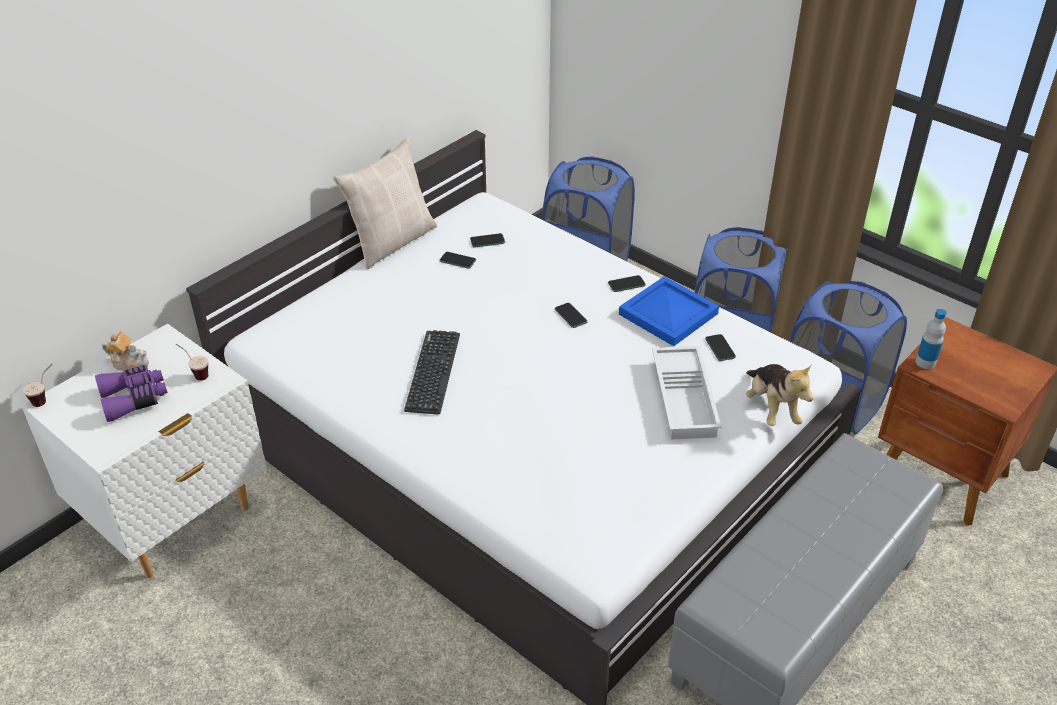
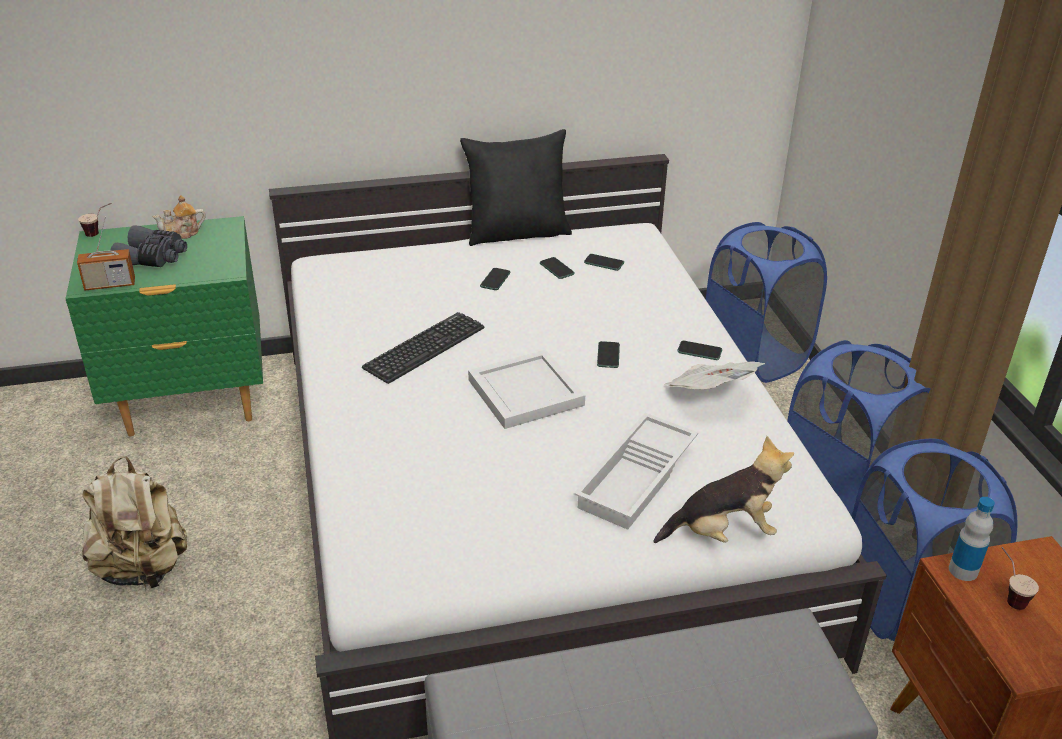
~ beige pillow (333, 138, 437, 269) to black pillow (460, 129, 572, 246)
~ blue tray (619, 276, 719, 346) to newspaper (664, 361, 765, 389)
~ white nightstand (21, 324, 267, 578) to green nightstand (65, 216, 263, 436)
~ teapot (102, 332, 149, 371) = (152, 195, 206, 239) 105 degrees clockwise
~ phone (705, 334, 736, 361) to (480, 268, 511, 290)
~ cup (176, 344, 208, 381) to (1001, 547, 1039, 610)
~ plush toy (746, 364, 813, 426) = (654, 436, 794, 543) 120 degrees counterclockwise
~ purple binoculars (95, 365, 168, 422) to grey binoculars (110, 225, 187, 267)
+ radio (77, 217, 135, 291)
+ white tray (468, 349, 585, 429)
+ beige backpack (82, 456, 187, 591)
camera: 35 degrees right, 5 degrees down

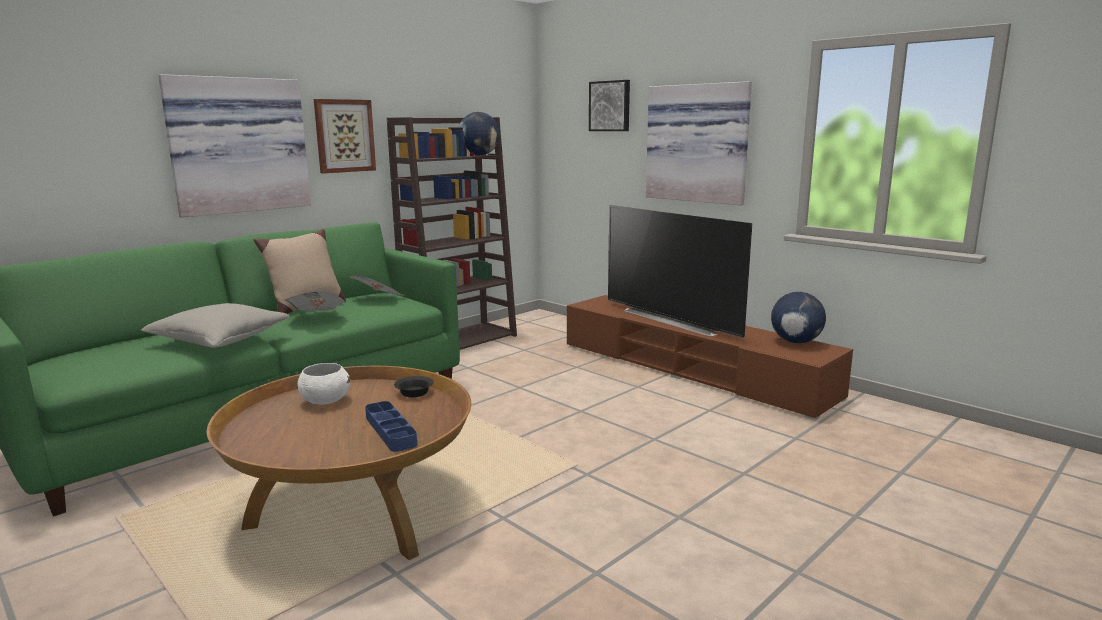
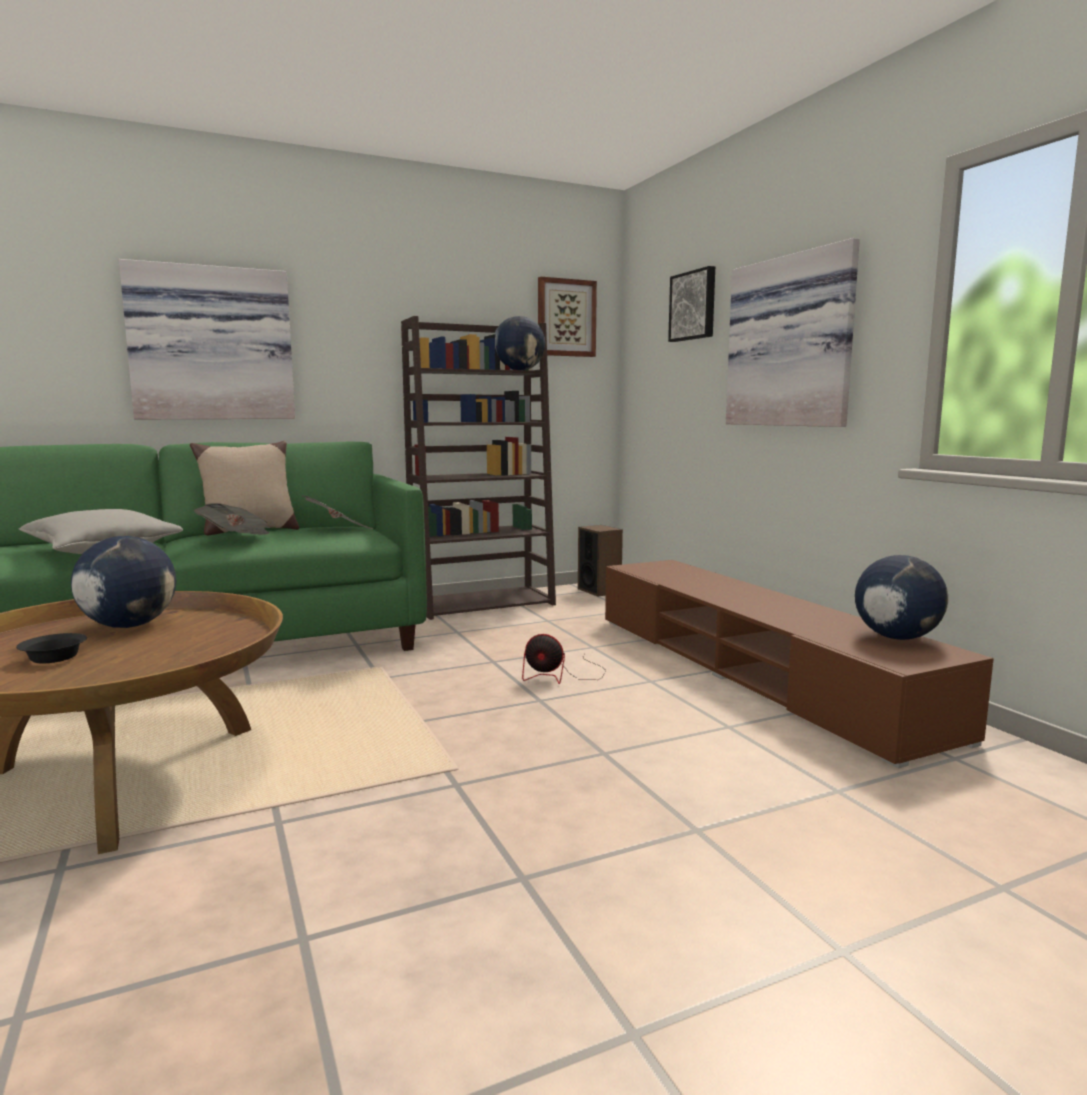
~ picture (314, 99, 376, 174) to (538, 277, 597, 357)
- television (608, 205, 752, 339)
~ white bowl (298, 363, 350, 404) to globe (71, 536, 176, 628)
~ black bowl (394, 376, 434, 397) to (16, 633, 87, 663)
- blue tray (365, 401, 417, 452)
+ speaker (578, 525, 623, 596)
+ fan (522, 634, 606, 684)
camera: 20 degrees right, 5 degrees down

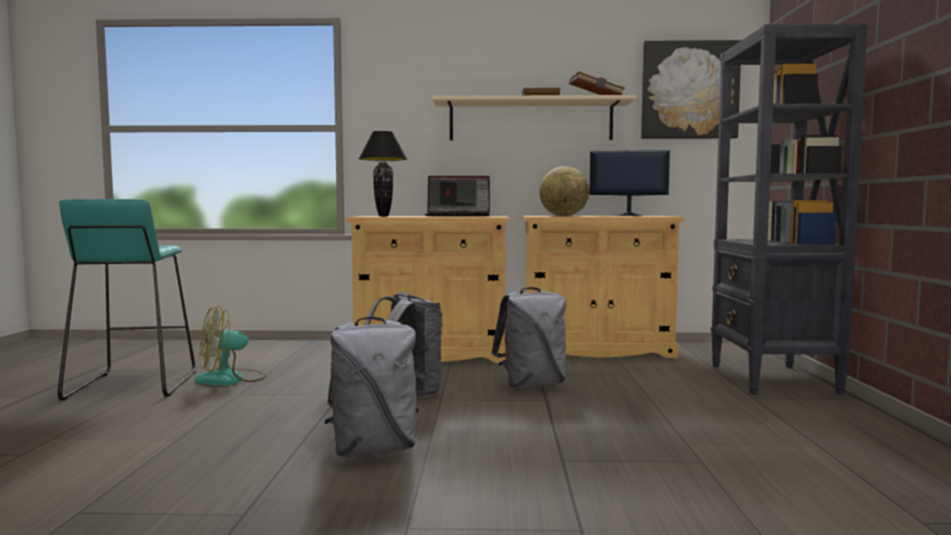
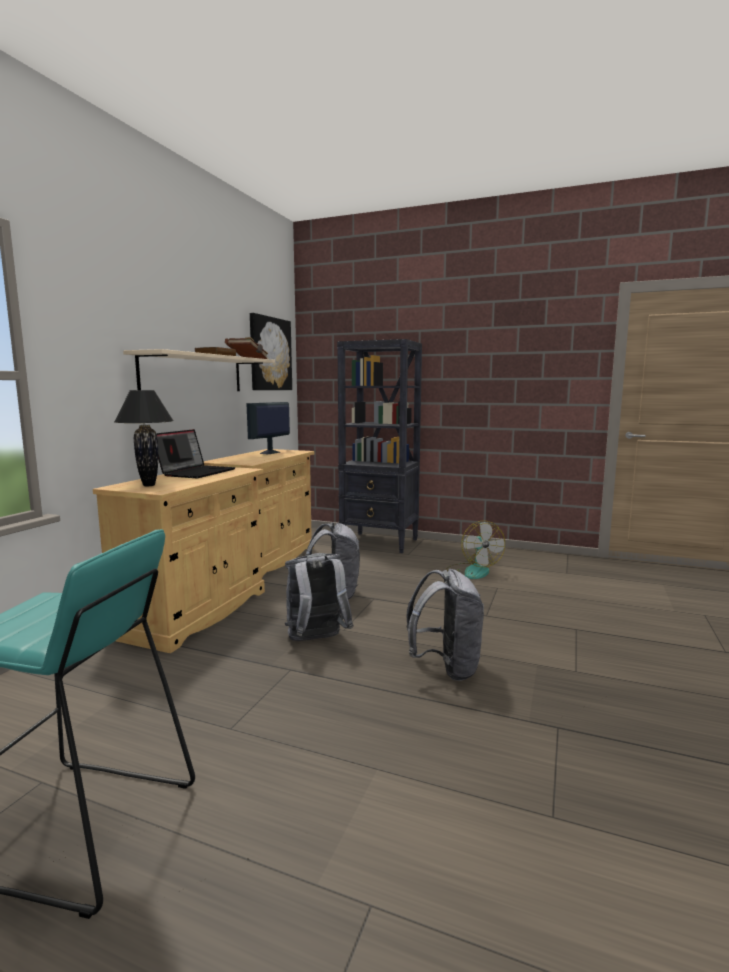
- globe (539, 166, 590, 216)
~ fan (195, 305, 267, 386) to (446, 521, 505, 579)
camera: 70 degrees left, 5 degrees up

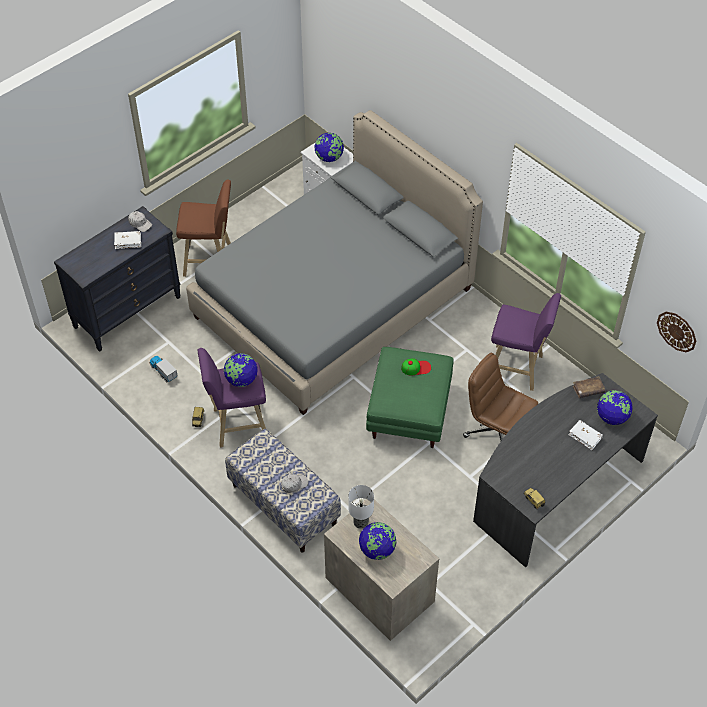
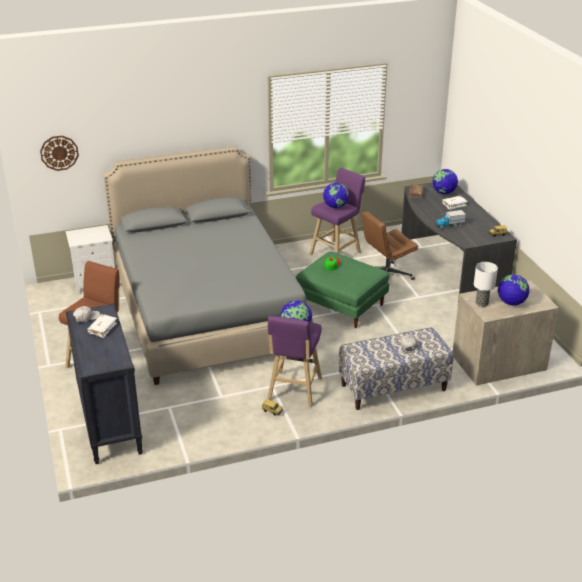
~ globe (315, 133, 344, 162) to (323, 183, 349, 208)
~ wall clock (657, 311, 696, 352) to (40, 136, 79, 171)
~ toy truck (149, 356, 178, 382) to (435, 210, 466, 229)
camera: 65 degrees left, 20 degrees down

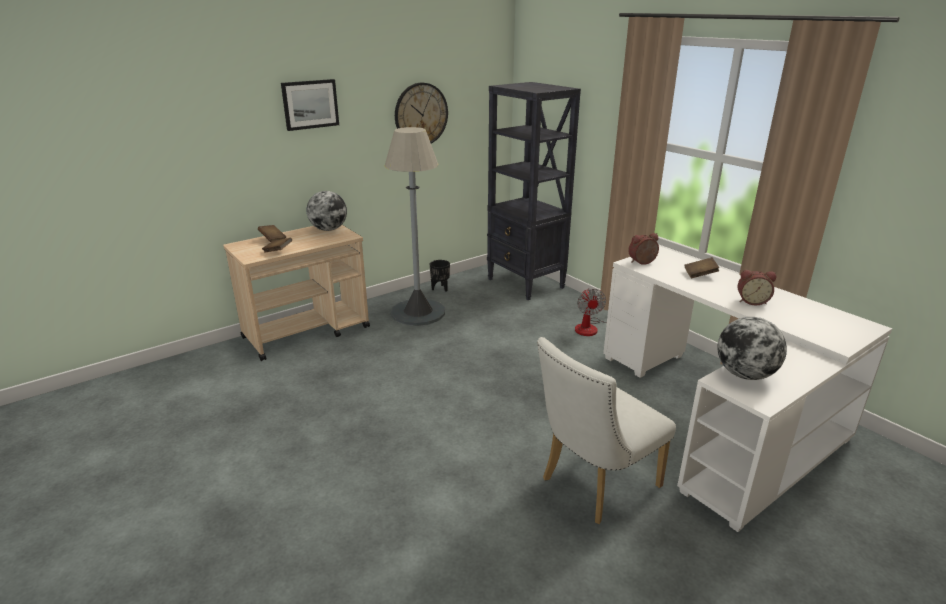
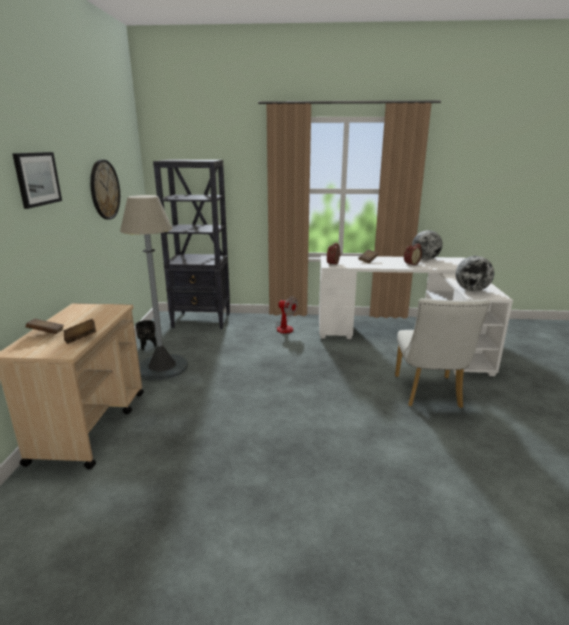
~ globe (307, 191, 347, 231) to (412, 230, 443, 260)
camera: 50 degrees left, 5 degrees down

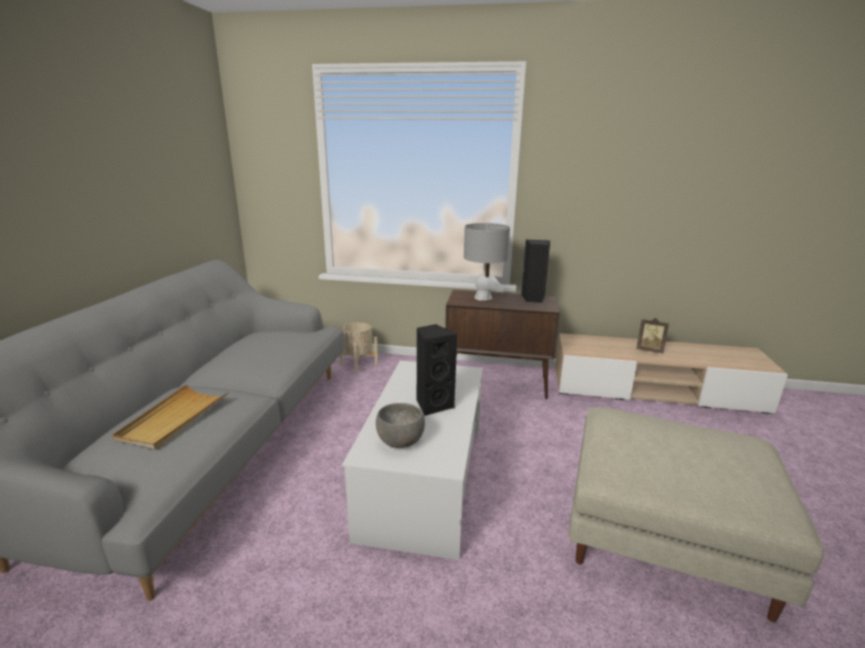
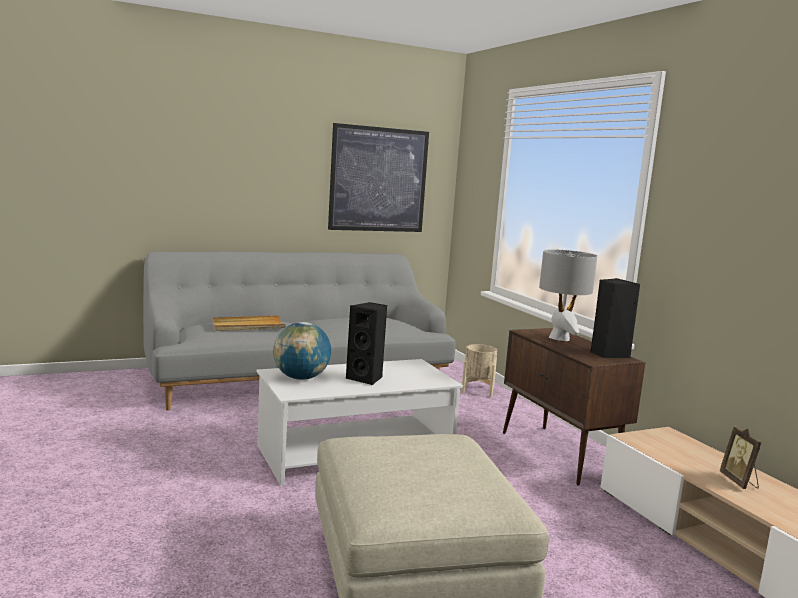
~ grey bowl (376, 403, 425, 448) to globe (273, 322, 331, 380)
+ picture (328, 123, 429, 232)
camera: 55 degrees right, 10 degrees down

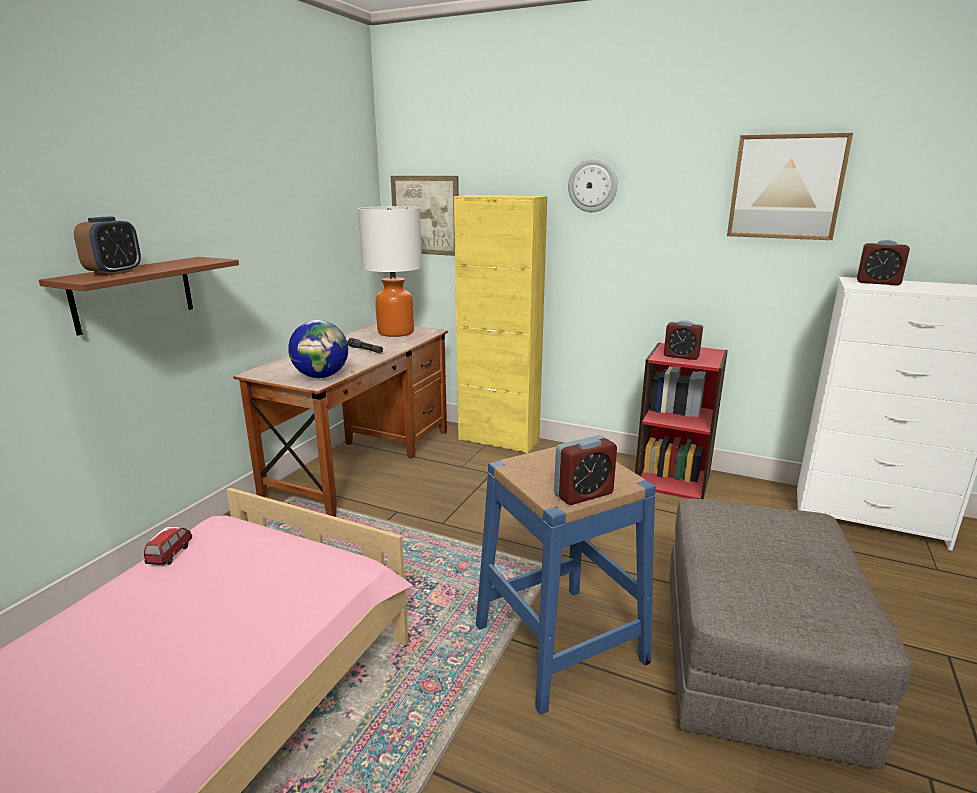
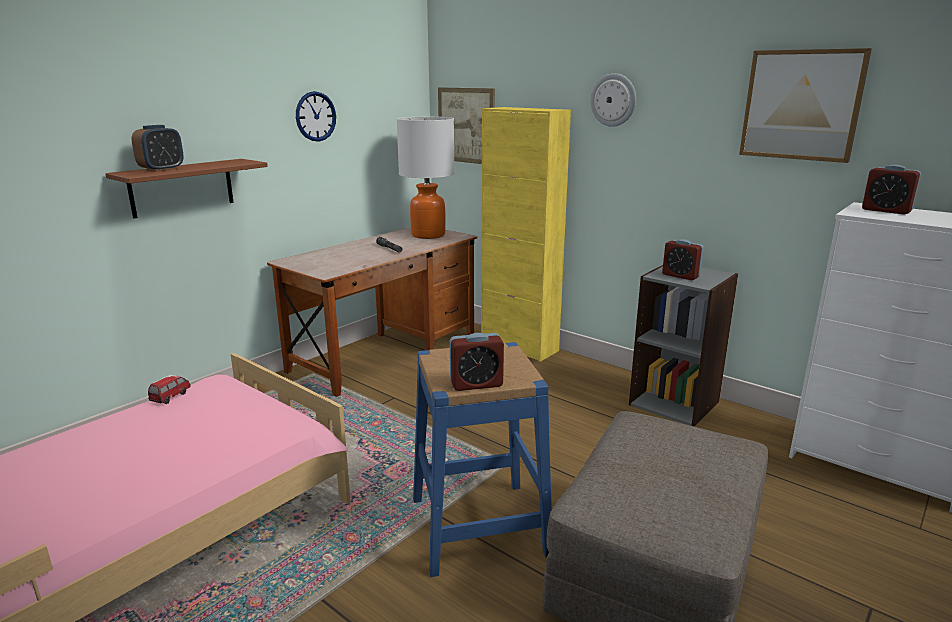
- globe (288, 320, 348, 378)
~ red bookcase (635, 342, 728, 499) to grey bookcase (629, 265, 738, 427)
+ wall clock (296, 91, 336, 142)
camera: 15 degrees right, 0 degrees up

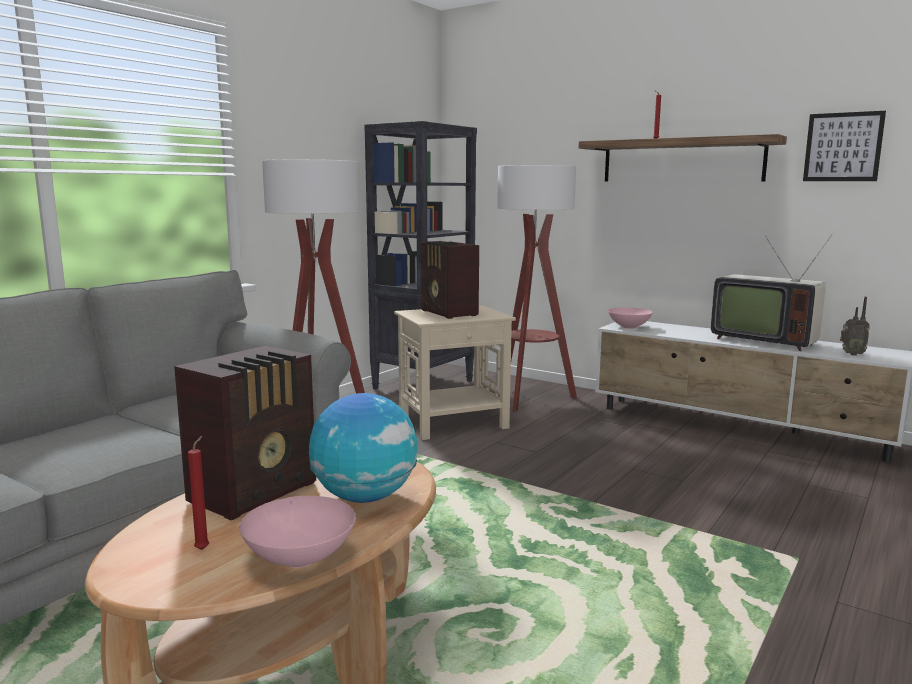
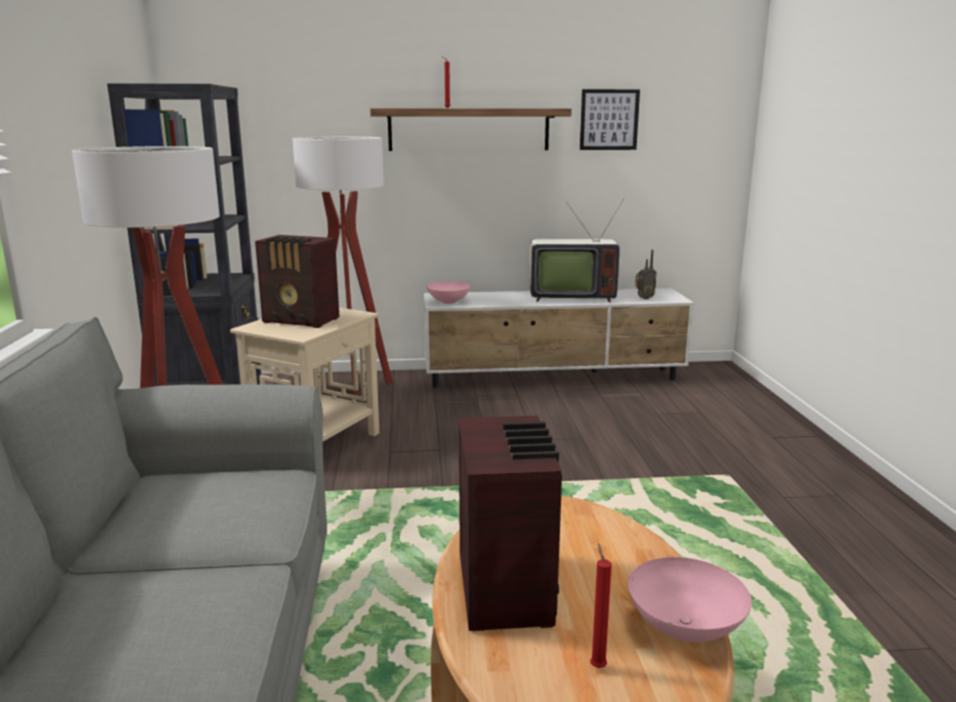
- globe (309, 393, 418, 503)
camera: 40 degrees left, 5 degrees up

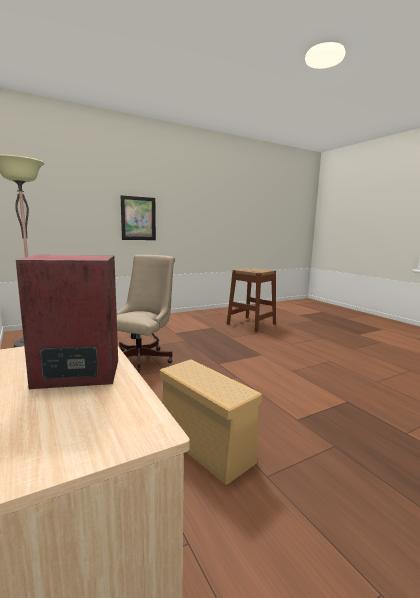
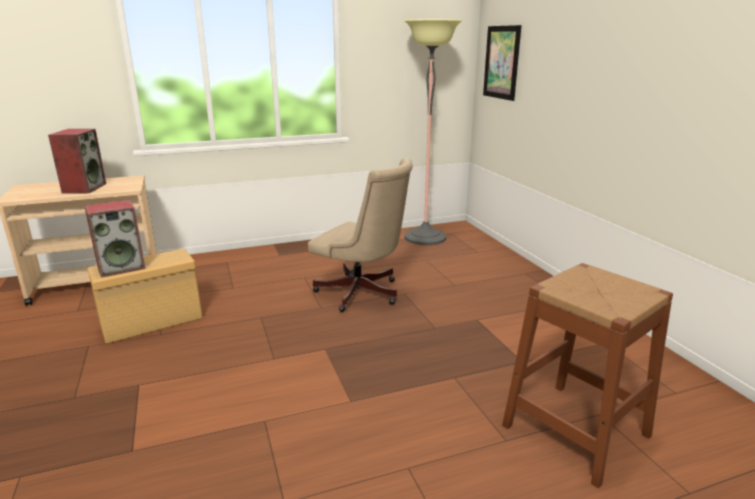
~ picture (121, 195, 156, 240) to (483, 25, 522, 101)
+ speaker (84, 200, 146, 278)
camera: 100 degrees right, 10 degrees up

